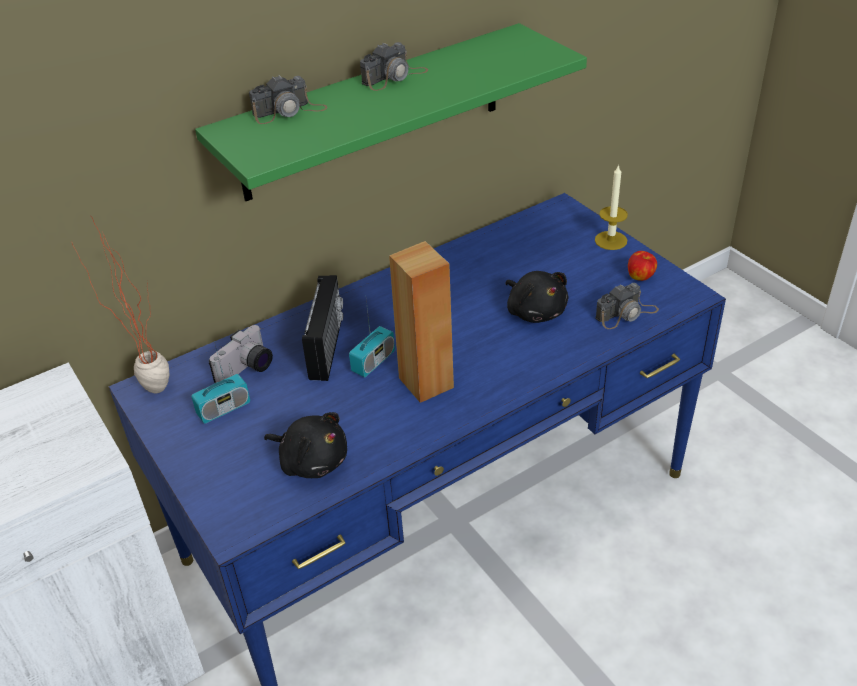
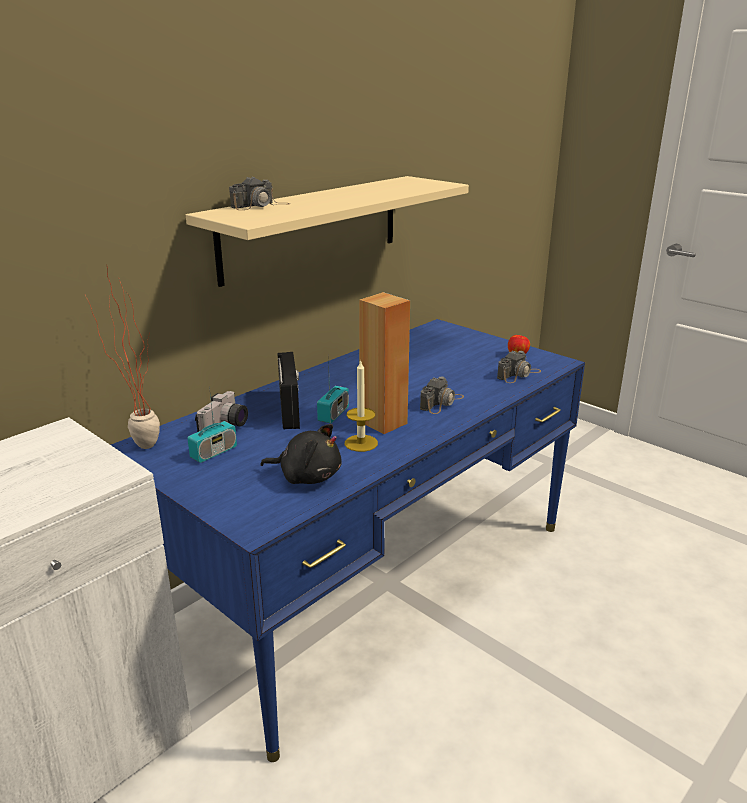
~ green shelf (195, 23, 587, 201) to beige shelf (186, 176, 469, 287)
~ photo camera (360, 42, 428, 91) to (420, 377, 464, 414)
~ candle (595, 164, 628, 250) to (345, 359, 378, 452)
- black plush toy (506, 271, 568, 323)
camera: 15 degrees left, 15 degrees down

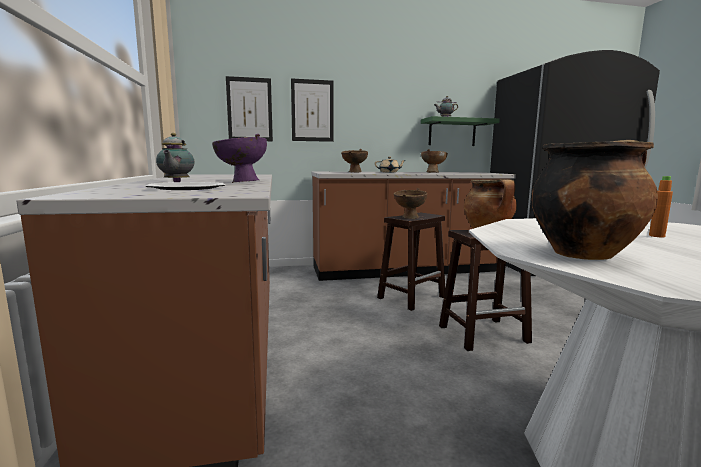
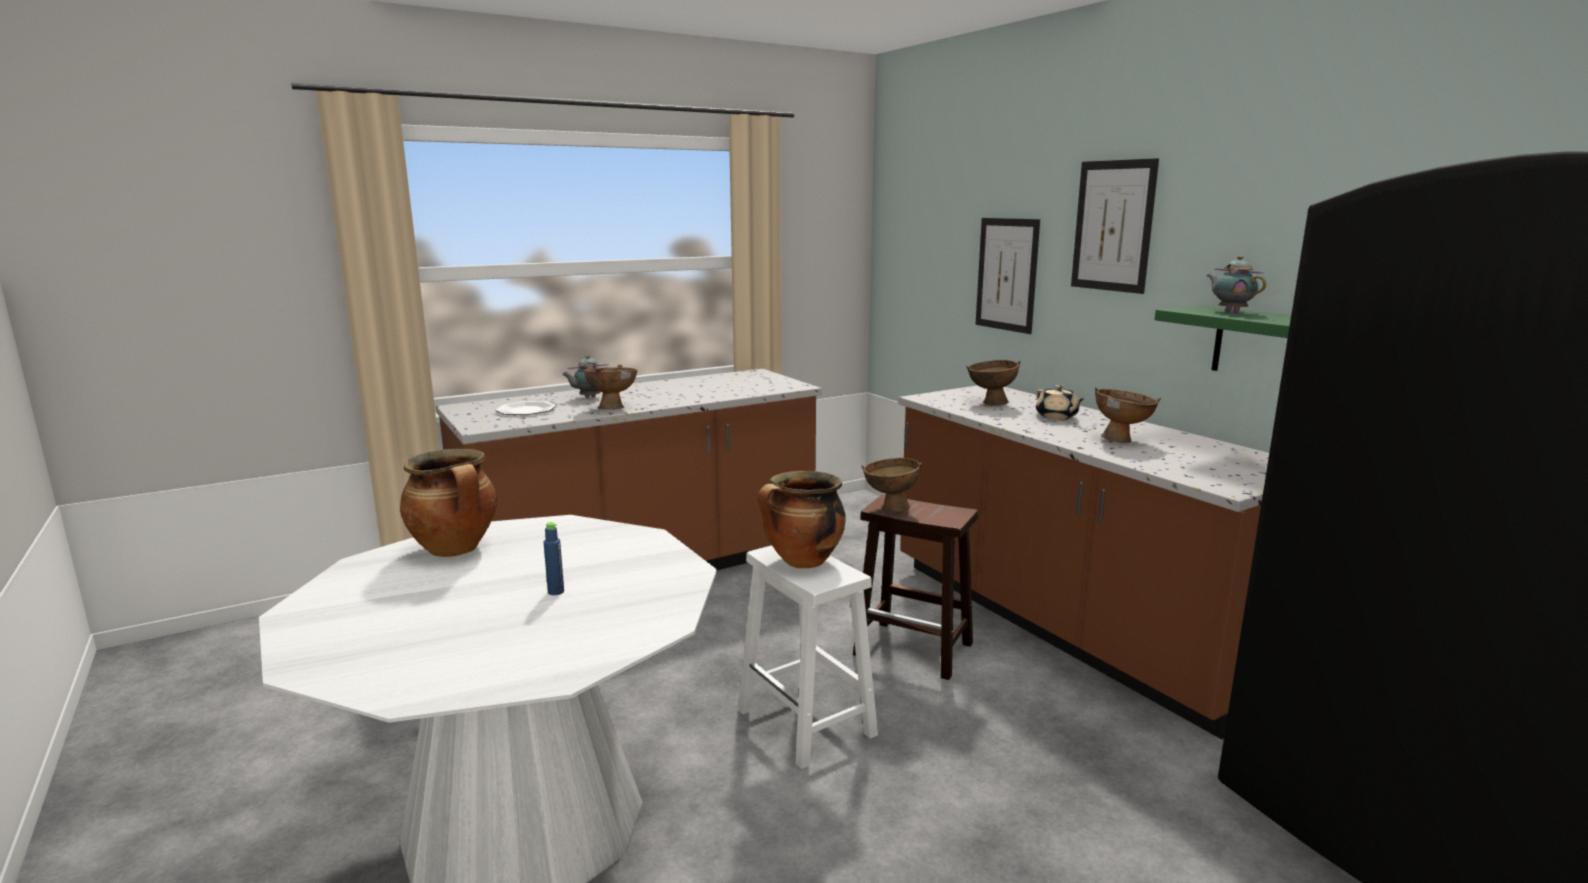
~ picture (226, 76, 273, 141) to (1071, 158, 1159, 294)
~ purple bowl (212, 134, 267, 183) to brown bowl (584, 365, 637, 409)
~ orange bottle (649, 176, 673, 237) to blue bottle (543, 522, 564, 595)
~ brown stool (439, 230, 532, 351) to white stool (738, 545, 878, 769)
camera: 70 degrees right, 5 degrees up

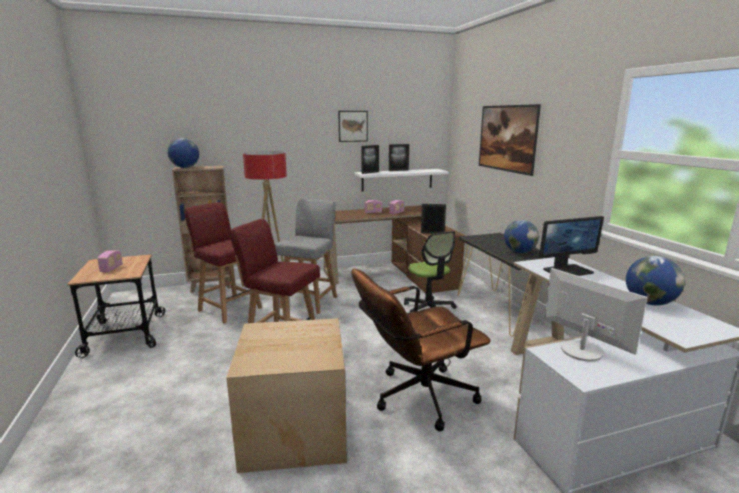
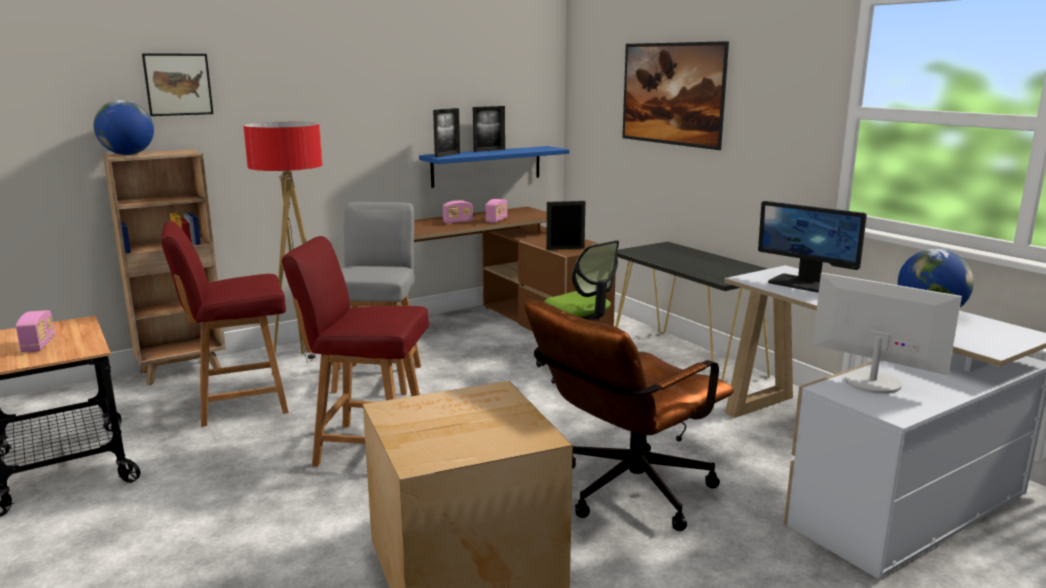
~ picture (338, 111, 368, 142) to (142, 53, 214, 116)
~ white shelf (355, 169, 449, 192) to blue shelf (419, 146, 569, 188)
~ red chair (184, 202, 262, 324) = (161, 221, 289, 427) 45 degrees counterclockwise
~ monitor (539, 216, 604, 276) = (758, 201, 867, 293) 75 degrees clockwise
- globe (504, 220, 539, 253)
camera: 15 degrees left, 0 degrees up

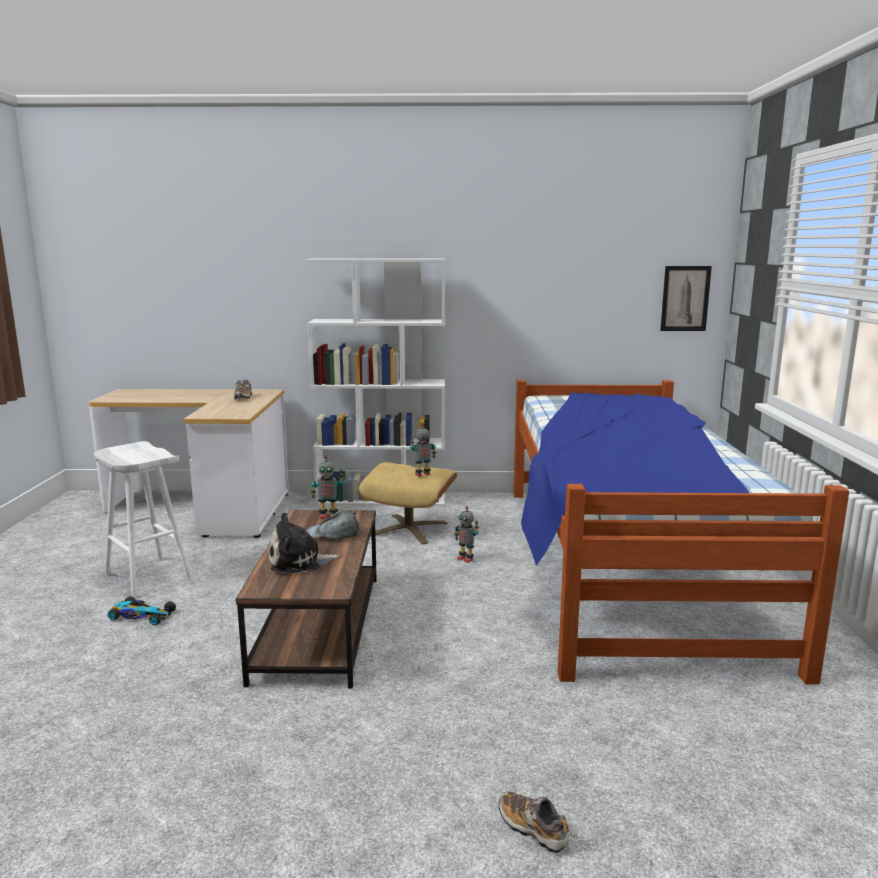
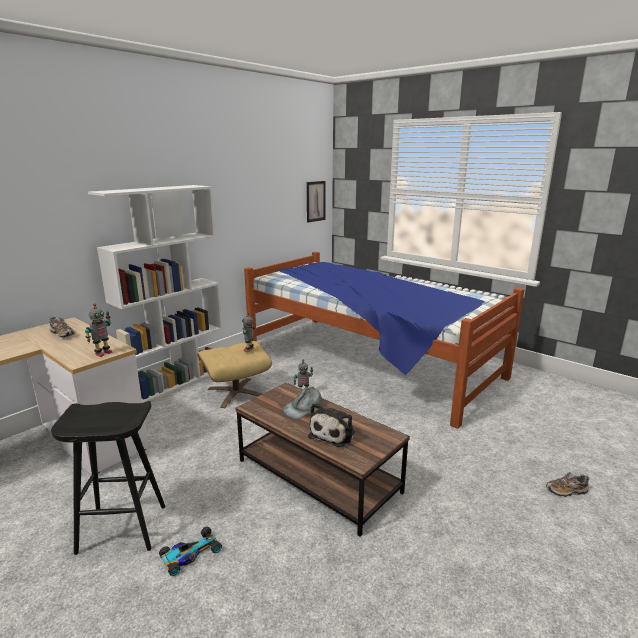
~ white stool (94, 441, 192, 598) to black stool (51, 401, 165, 555)
~ toy robot (311, 456, 343, 519) to (85, 303, 112, 357)
camera: 50 degrees left, 5 degrees up

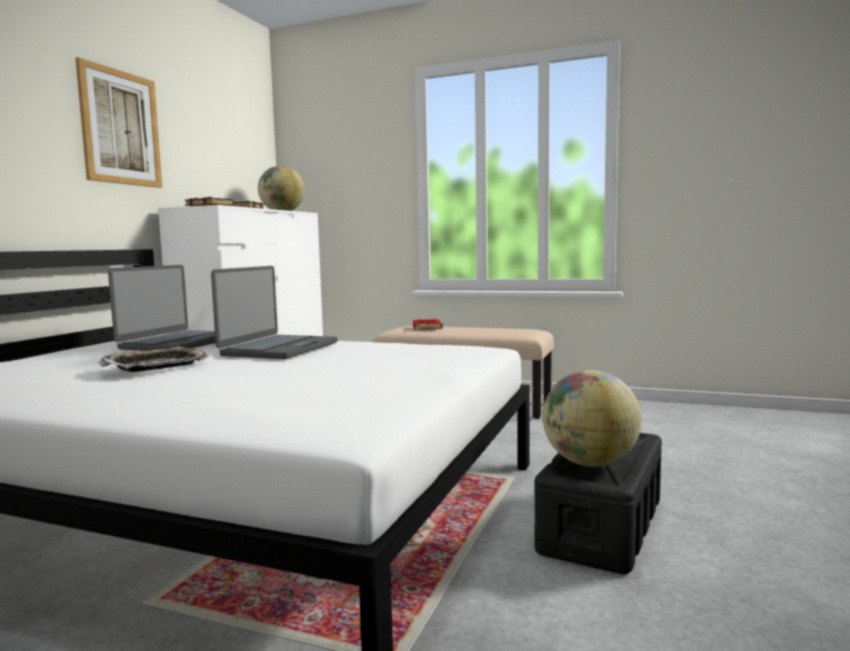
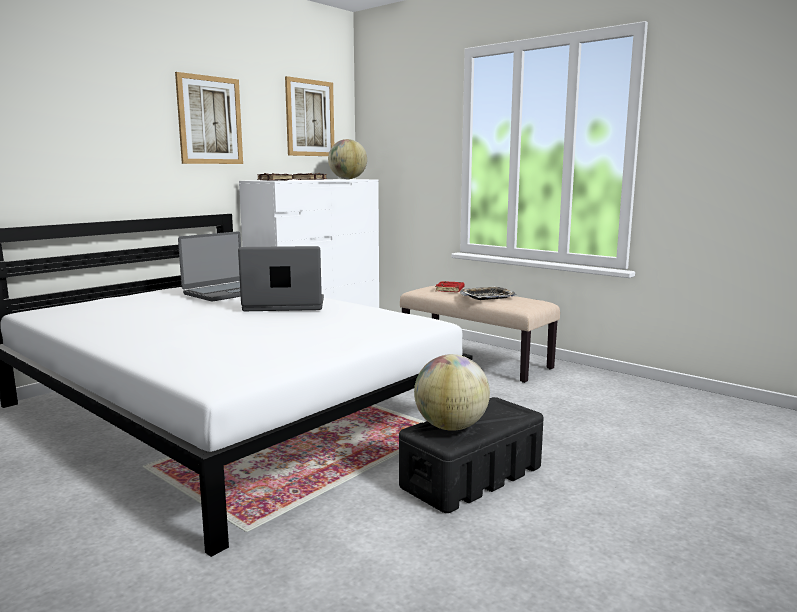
~ laptop (211, 266, 338, 359) = (238, 246, 324, 311) 135 degrees counterclockwise
~ tray (98, 347, 208, 372) to (460, 286, 516, 300)
+ picture (285, 76, 334, 156)
camera: 20 degrees right, 5 degrees up

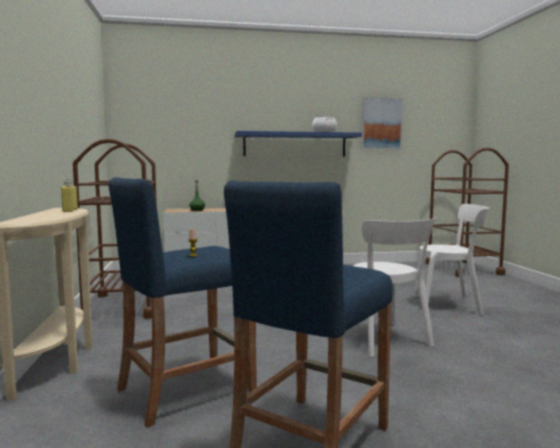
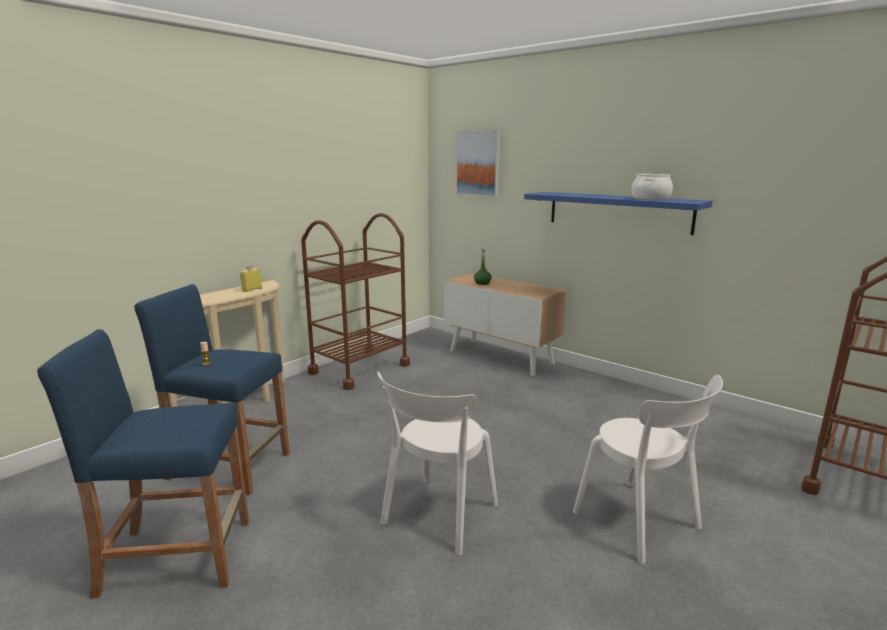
~ picture (361, 97, 403, 149) to (456, 130, 500, 197)
camera: 50 degrees right, 10 degrees up

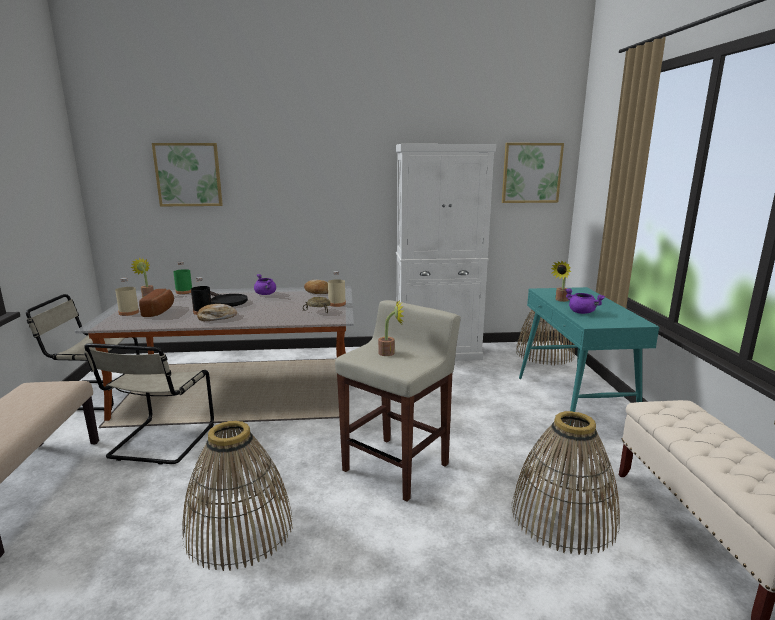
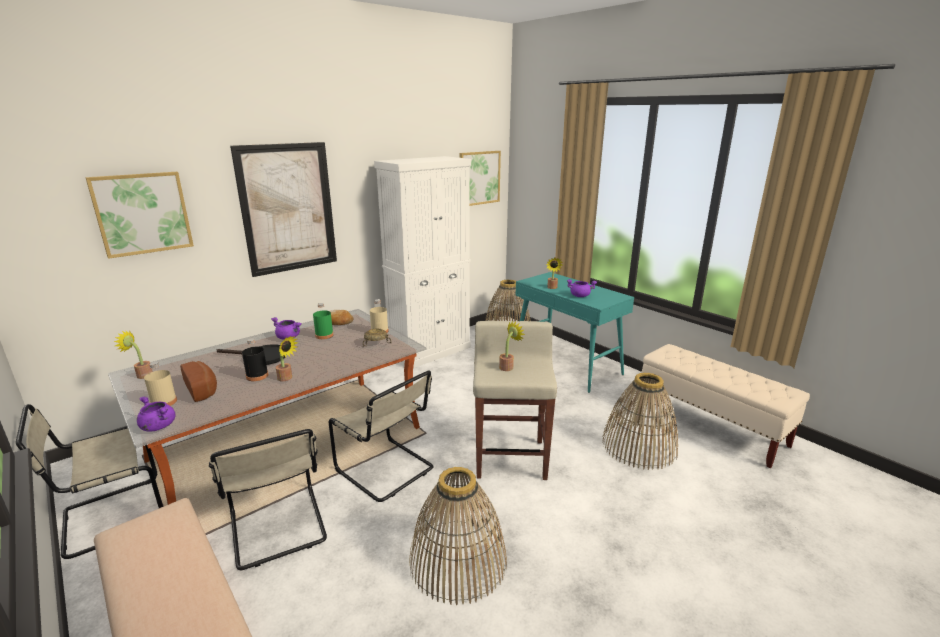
~ green bottle (173, 261, 192, 294) to (313, 303, 334, 339)
~ bread (197, 304, 237, 321) to potted plant (276, 336, 298, 381)
+ picture (230, 142, 337, 277)
+ beige chair (329, 370, 434, 502)
+ purple cooking pot (137, 396, 176, 432)
camera: 35 degrees left, 5 degrees up

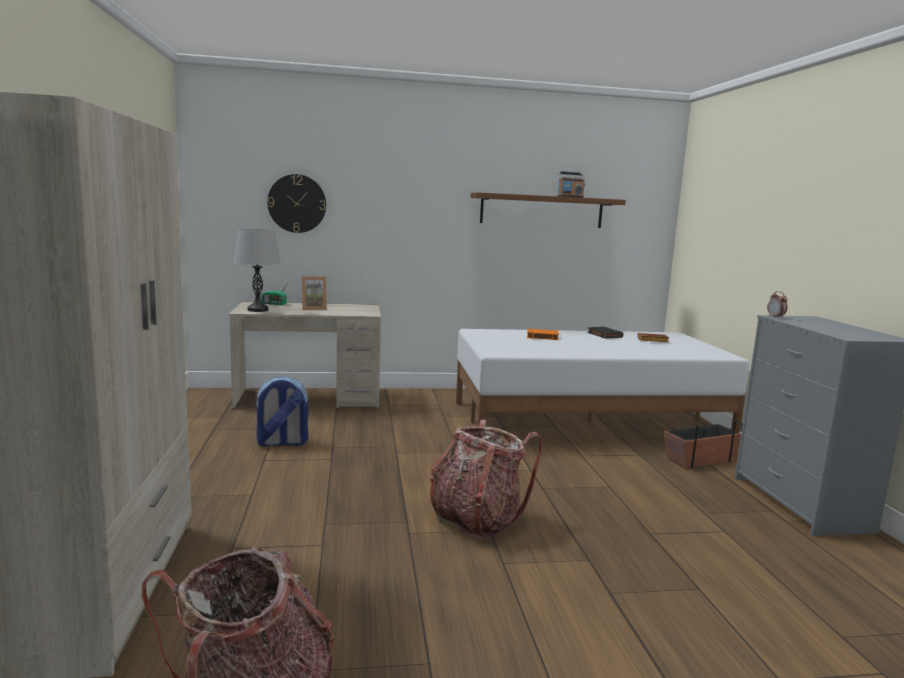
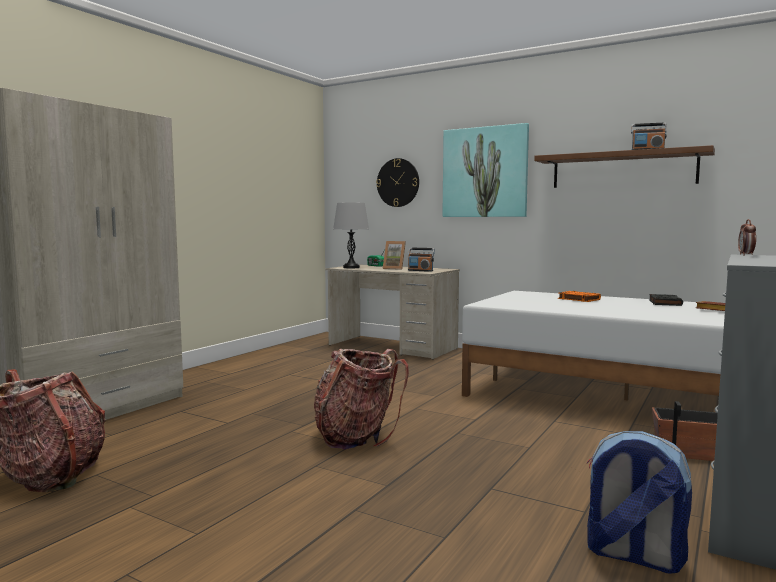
~ backpack (254, 376, 309, 447) to (587, 431, 692, 574)
+ picture (442, 123, 529, 217)
+ radio (408, 248, 435, 272)
camera: 40 degrees right, 5 degrees down

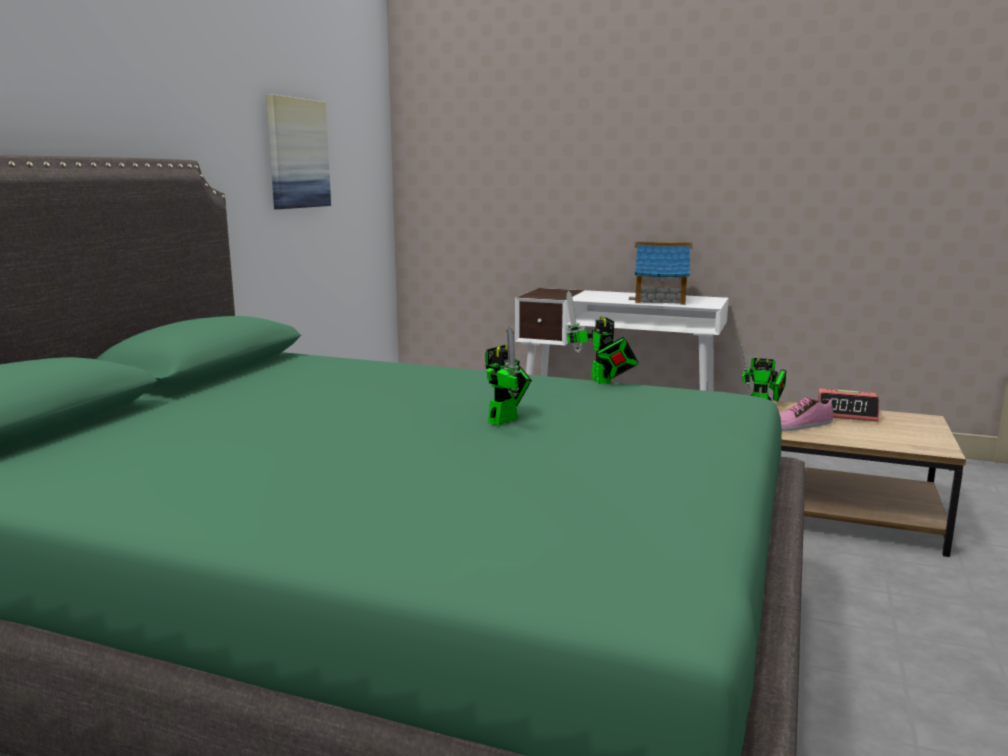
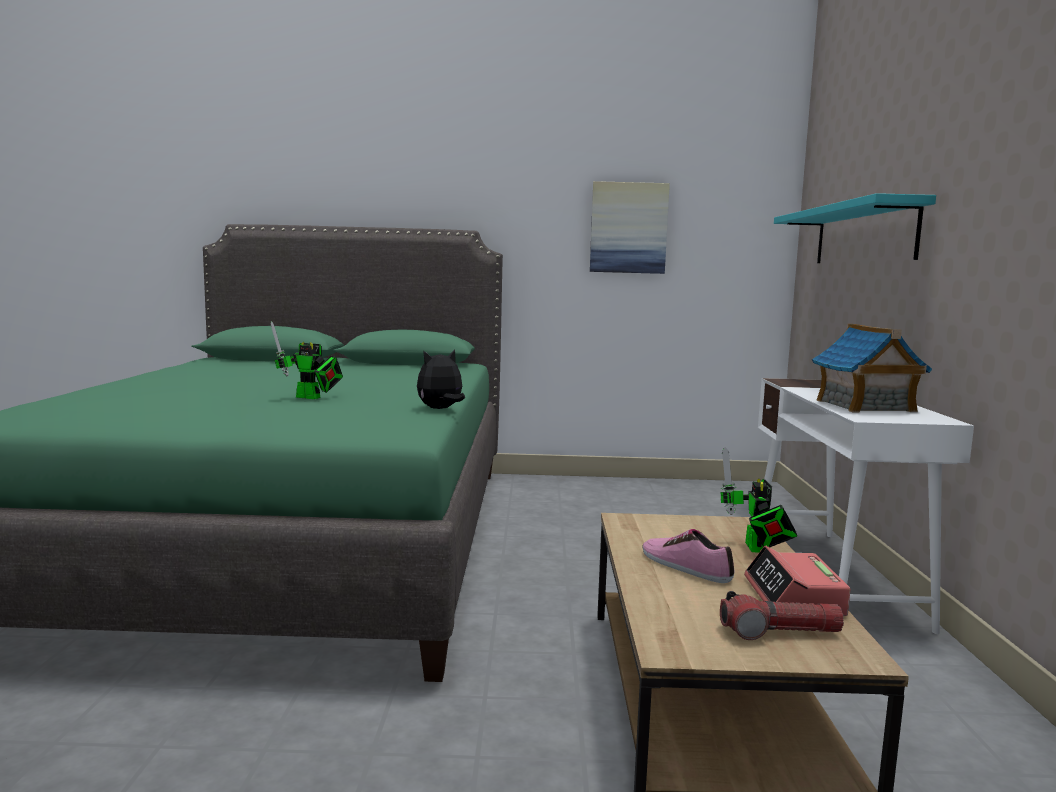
~ toy robot (566, 290, 639, 384) to plush toy (417, 350, 465, 409)
+ turquoise shelf (774, 193, 936, 263)
+ flashlight (720, 591, 844, 640)
camera: 70 degrees right, 5 degrees down

